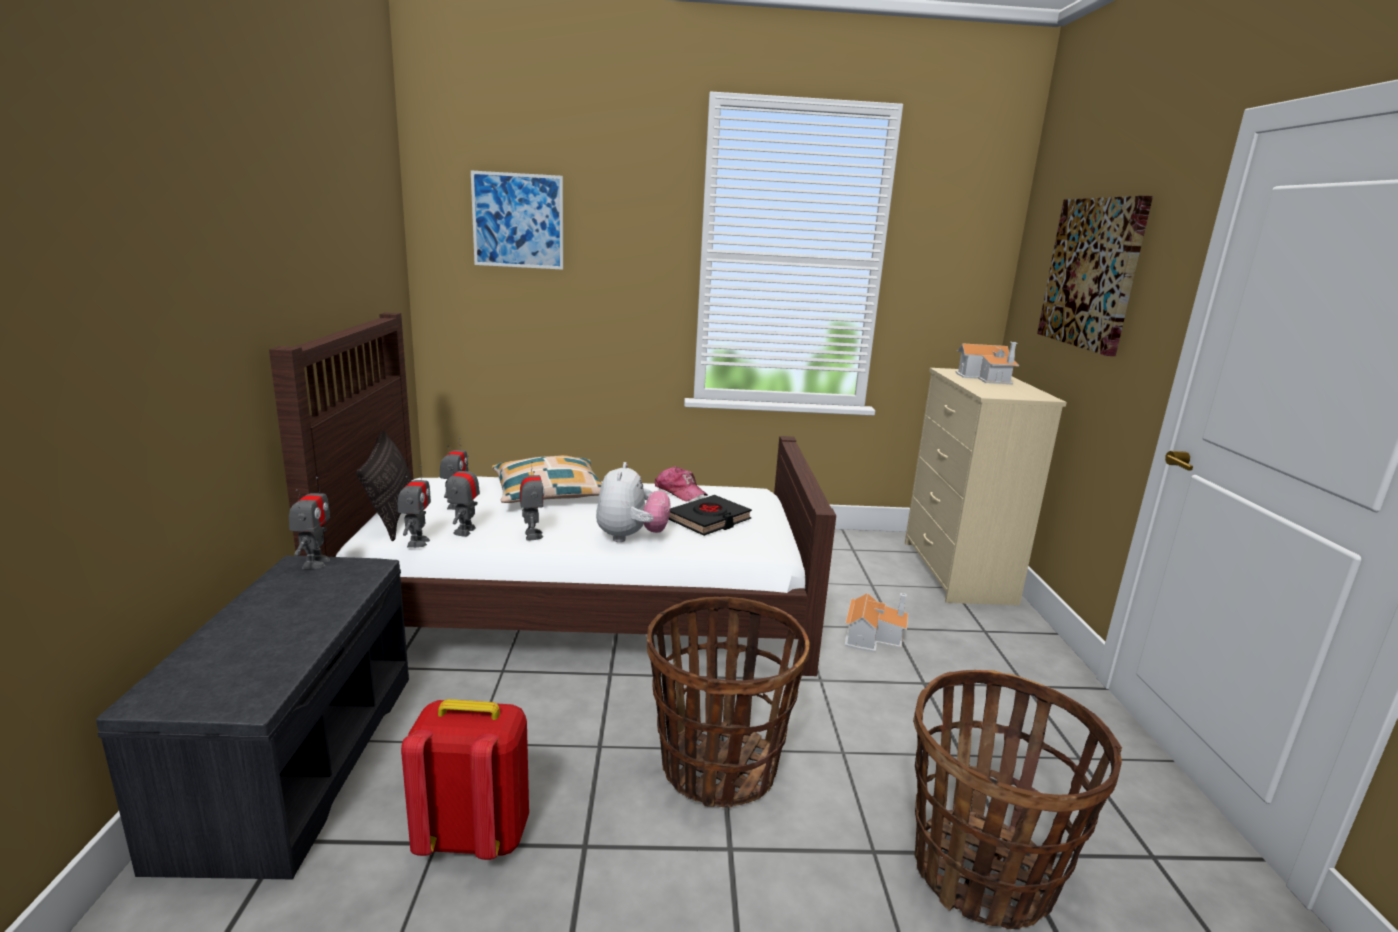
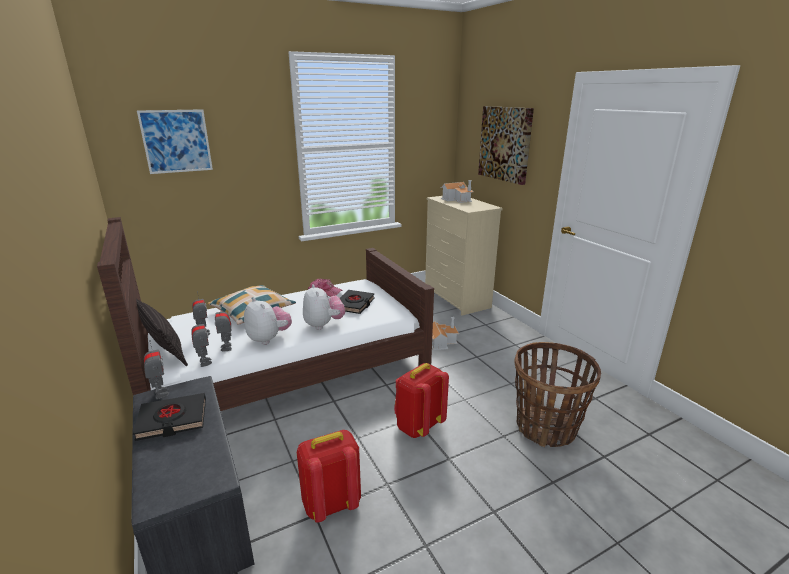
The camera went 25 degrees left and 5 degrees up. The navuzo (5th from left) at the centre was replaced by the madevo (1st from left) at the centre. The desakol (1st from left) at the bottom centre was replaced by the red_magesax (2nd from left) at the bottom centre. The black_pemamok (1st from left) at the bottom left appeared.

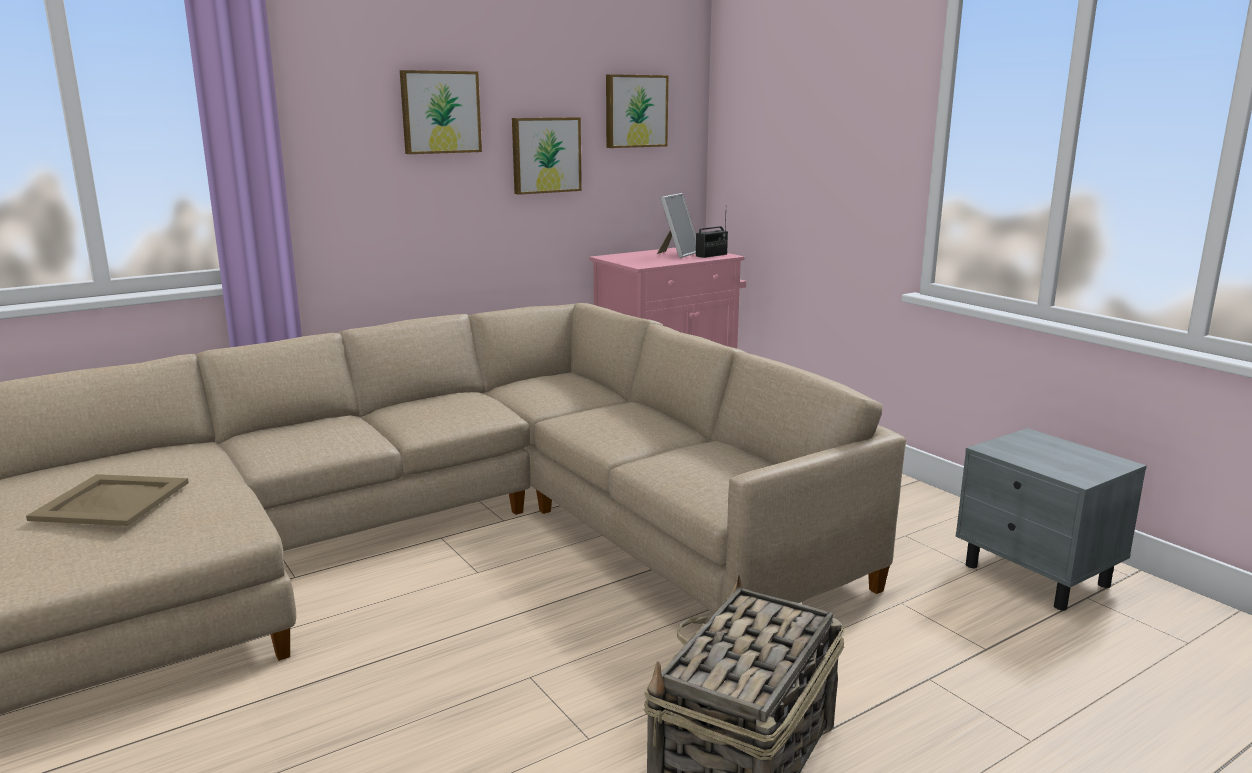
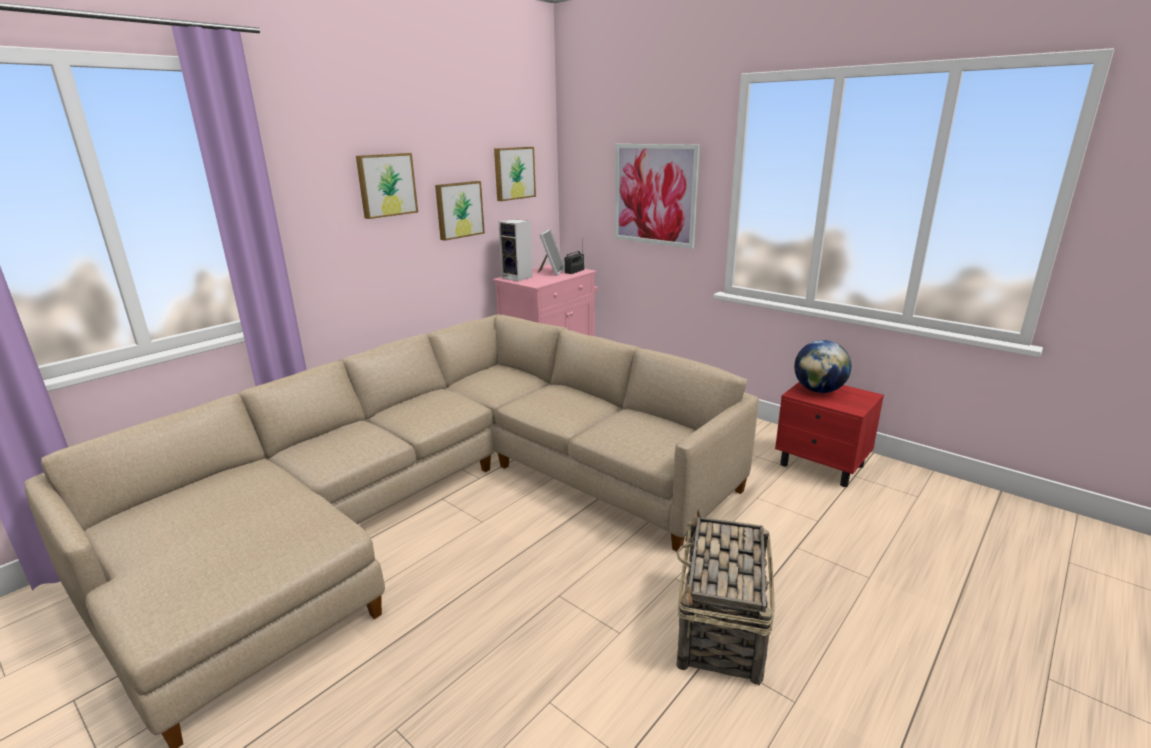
The camera went 15 degrees left and 5 degrees up. The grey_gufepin at the bottom right became the red_gufepin at the middle right. The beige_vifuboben at the middle left disappeared. The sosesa (4th from left) at the top centre appeared. The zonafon at the centre appeared. The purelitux at the middle right appeared.

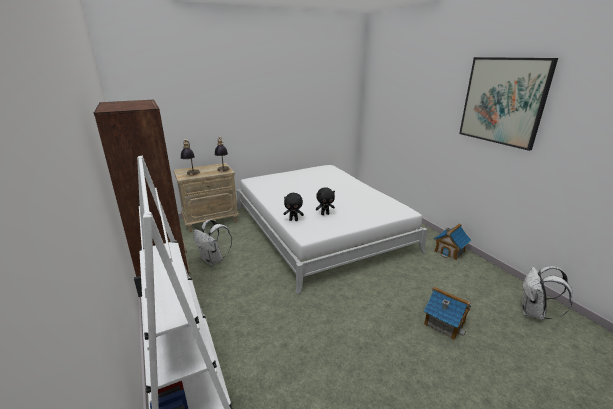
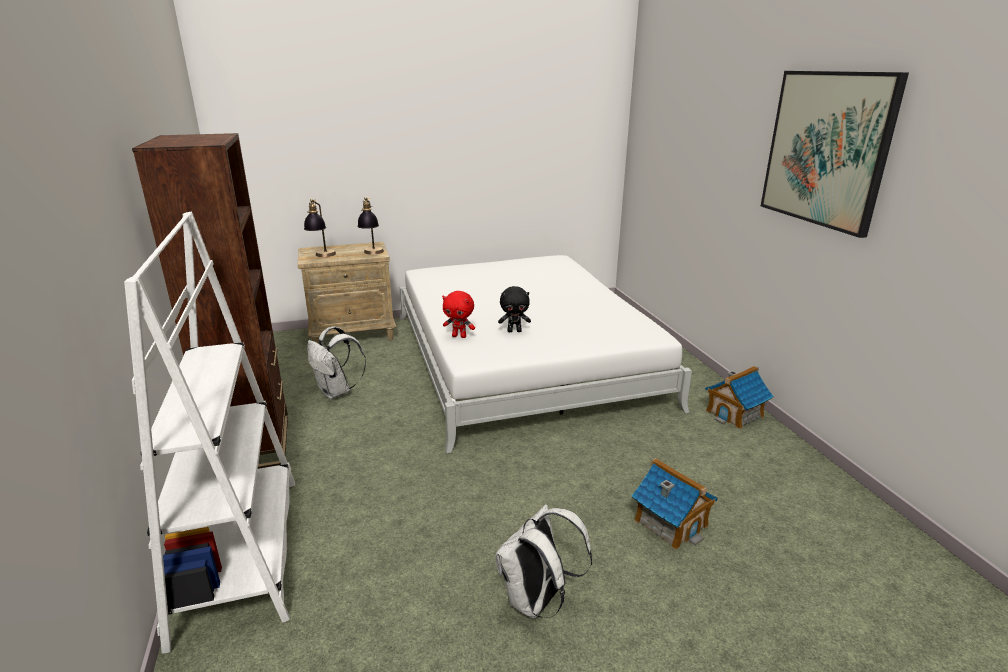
The camera went 10 degrees right and 0 degrees up. The black_madevo (1st from left) at the centre became the red_madevo at the centre. The white_magesax (2nd from left) moved from the bottom right to the bottom centre.

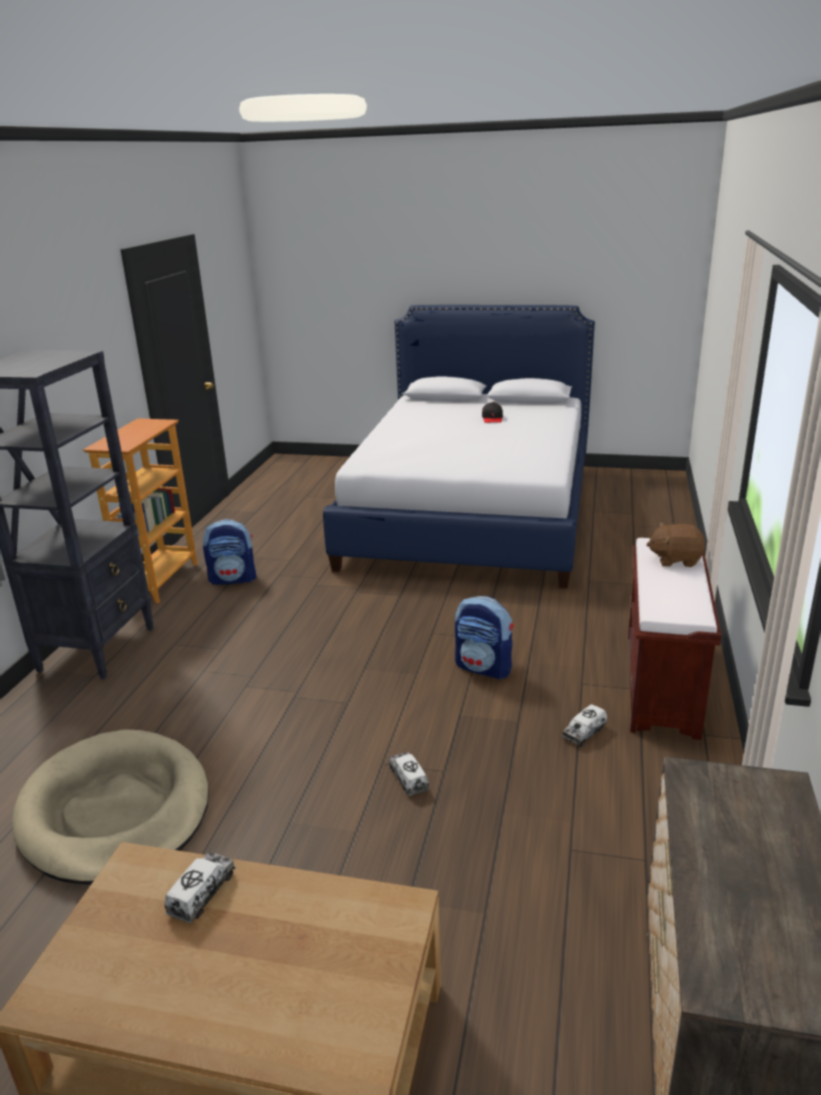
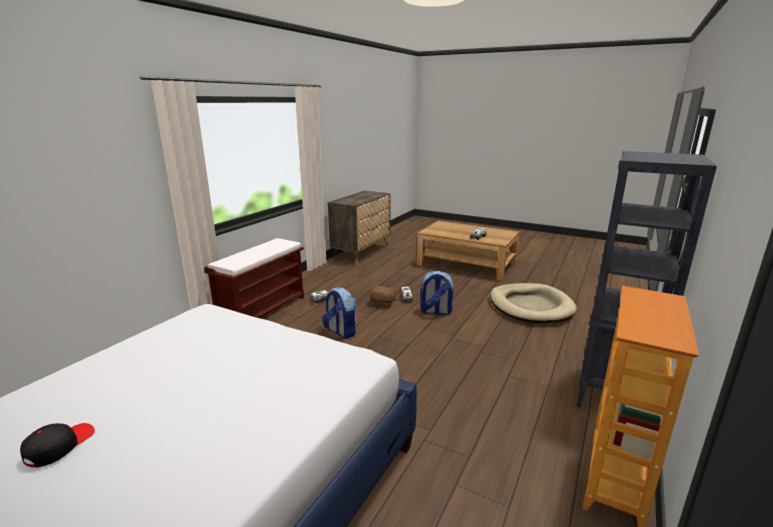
The camera went 165 degrees left and 5 degrees down. The magesax (1st from left in the first image) moved from the middle left to the centre. The brown_madevo moved from the middle right to the centre.

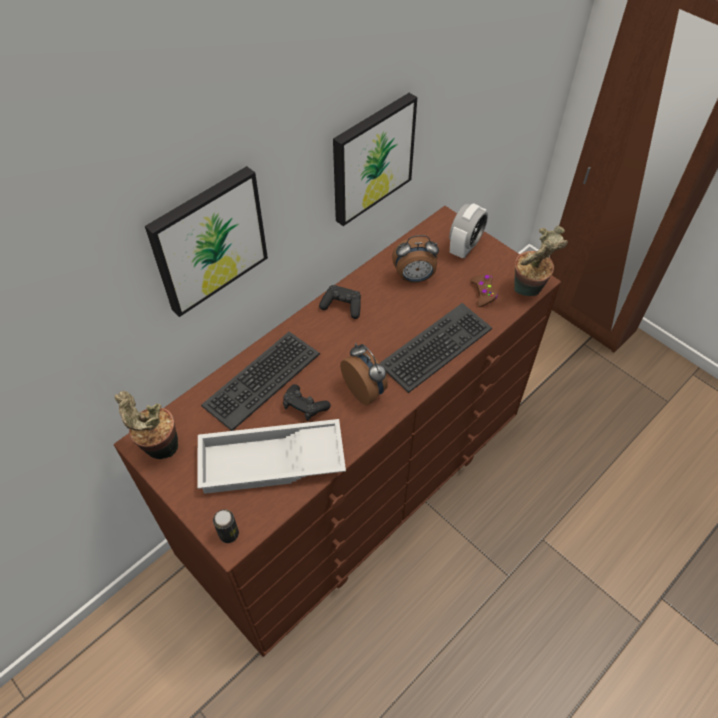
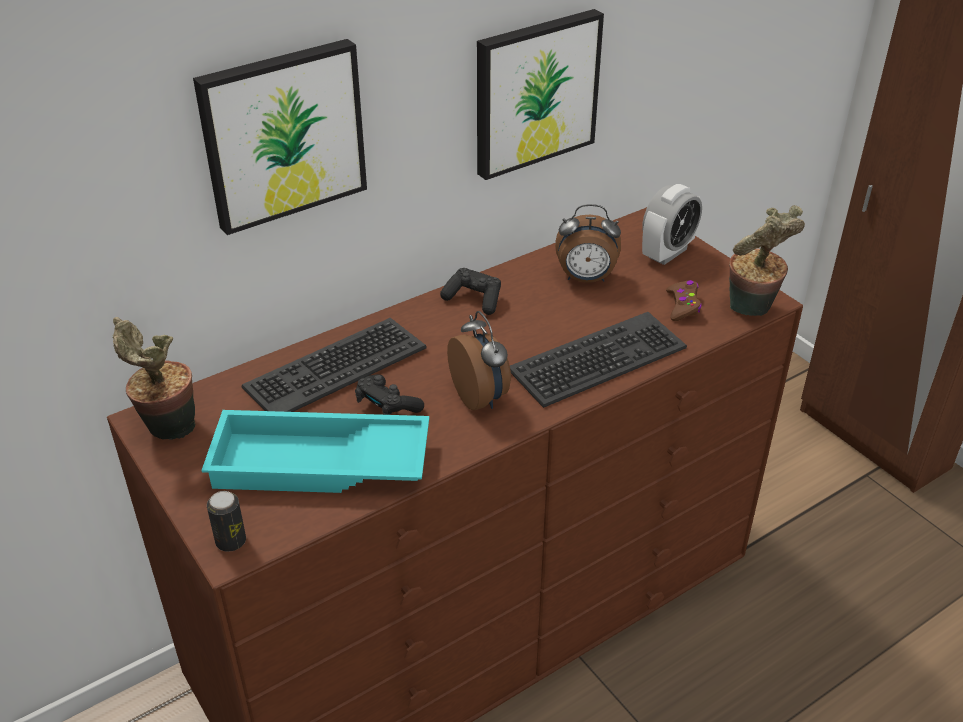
The camera went 10 degrees right and 15 degrees down. The white_vifuboben at the centre became the turquoise_vifuboben at the middle left.

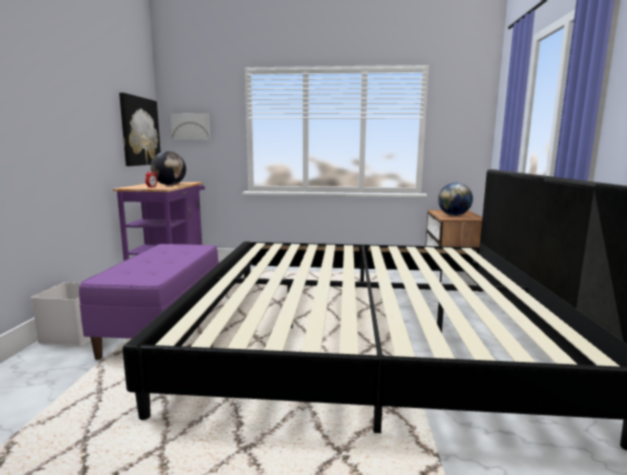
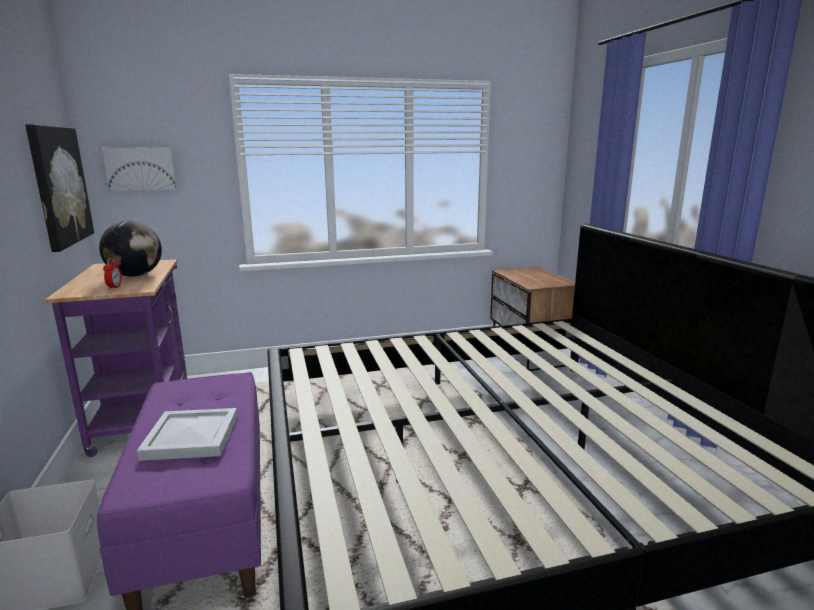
The camera went 20 degrees left and 5 degrees up. The purelitux (2nd from left) at the middle right disappeared. The white_vifuboben at the bottom left appeared.

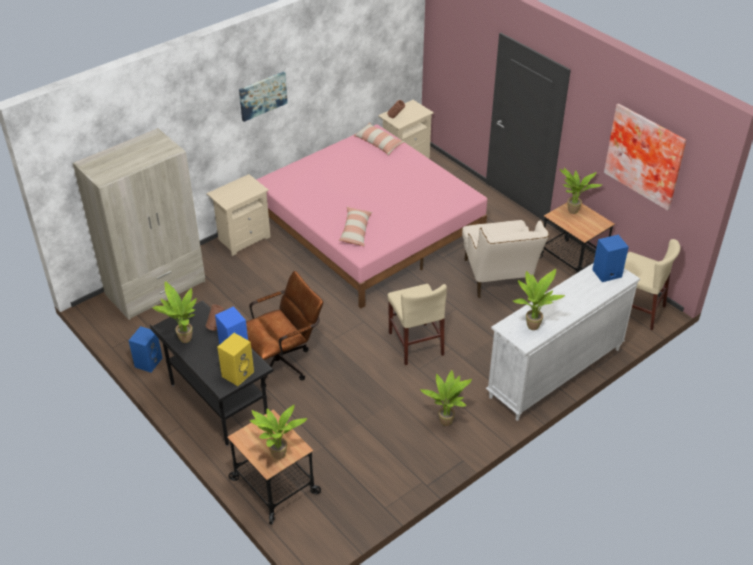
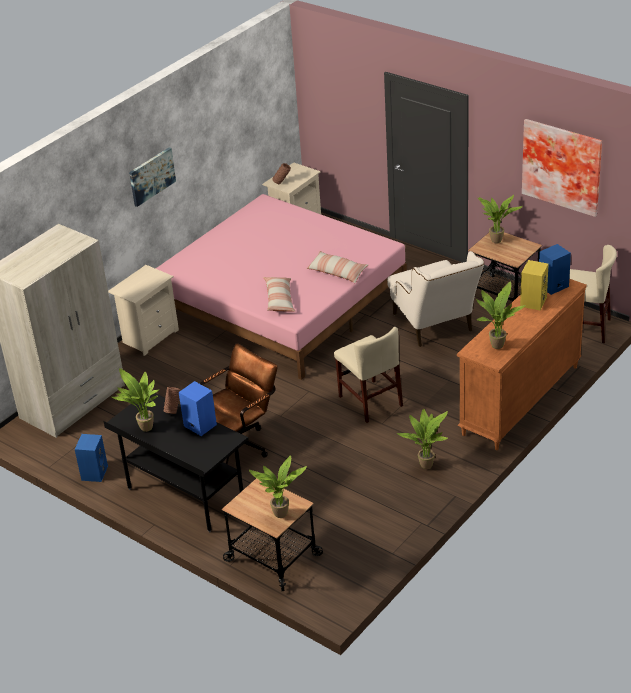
The camera went 10 degrees left and 5 degrees down. The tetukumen (2nd from left) moved from the top centre to the centre. The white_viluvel at the middle right became the orange_viluvel at the middle right. The yellow_zonafon moved from the middle left to the middle right.

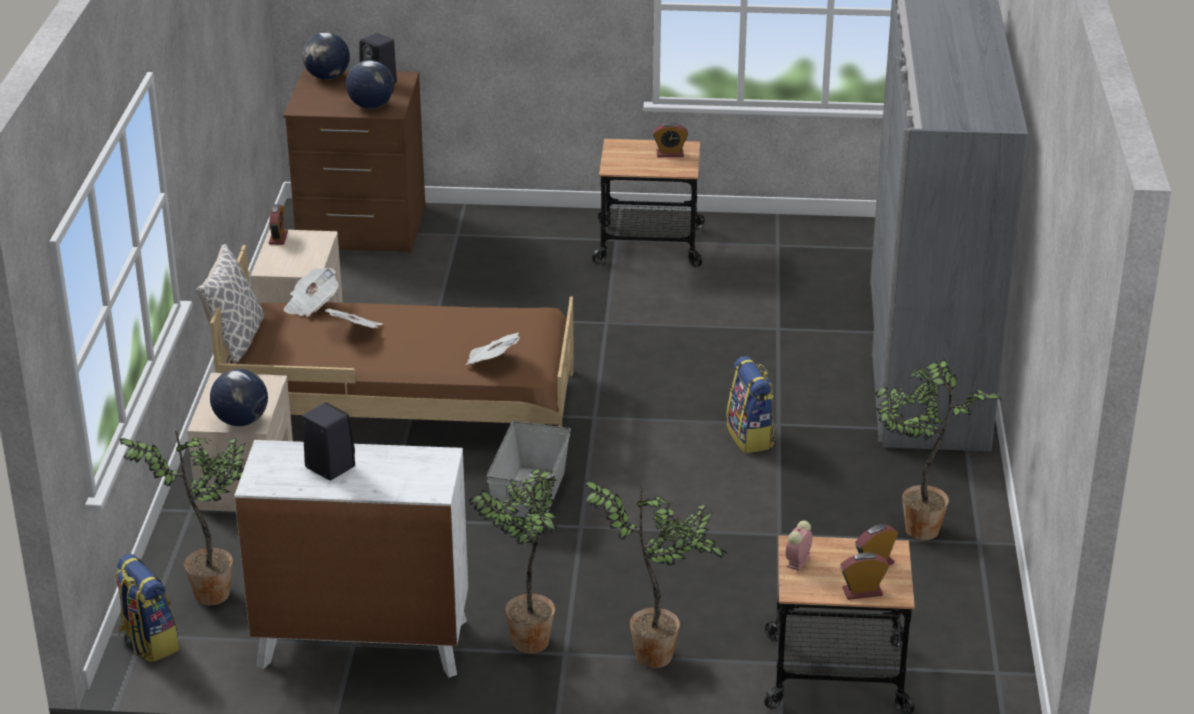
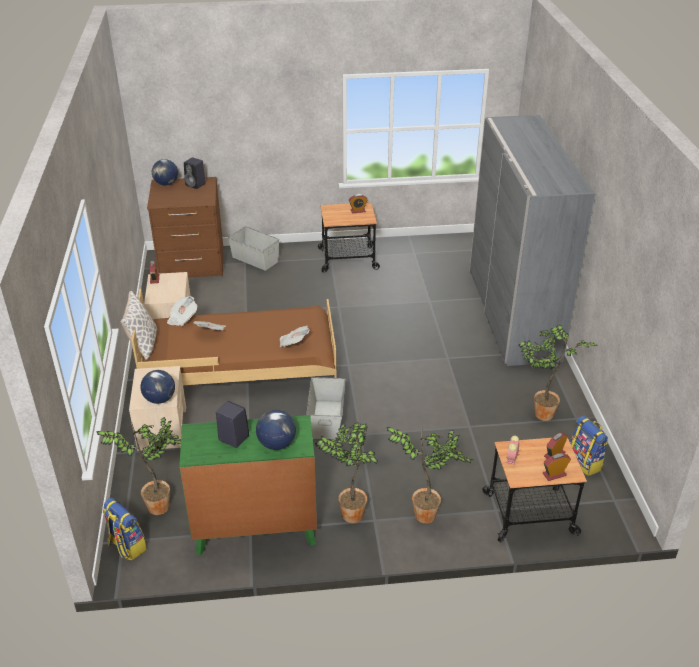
The camera went 10 degrees left and 5 degrees up. The purelitux (3rd from left) moved from the top left to the centre. The magesax (2nd from left) moved from the centre to the bottom right. The white_viluvel at the bottom left became the green_viluvel at the bottom centre. The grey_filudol (1st from left) at the centre appeared.

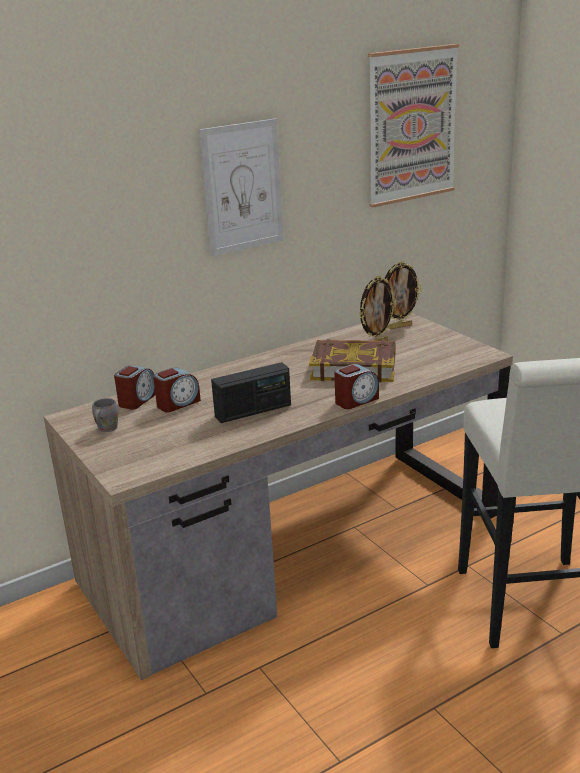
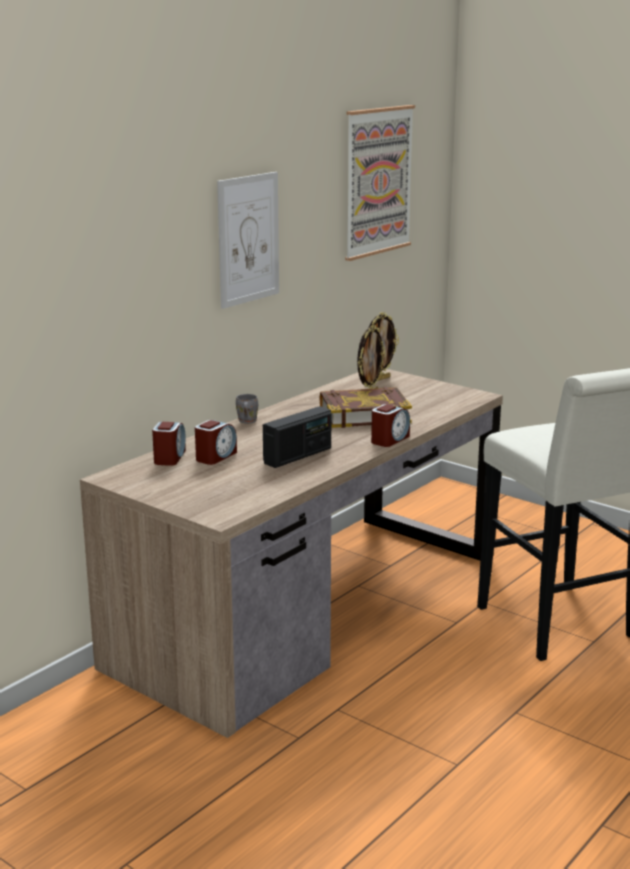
The camera went 20 degrees left and 5 degrees down. The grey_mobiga moved from the middle left to the centre.

